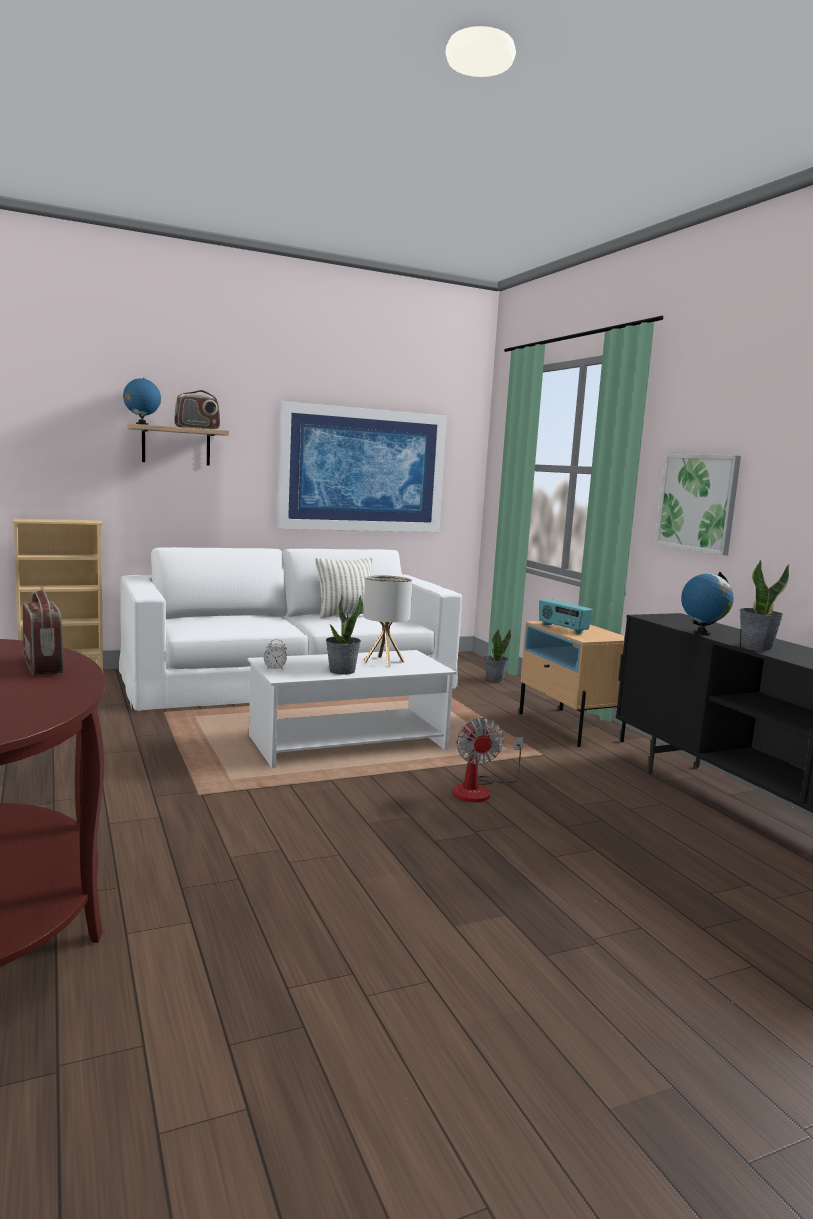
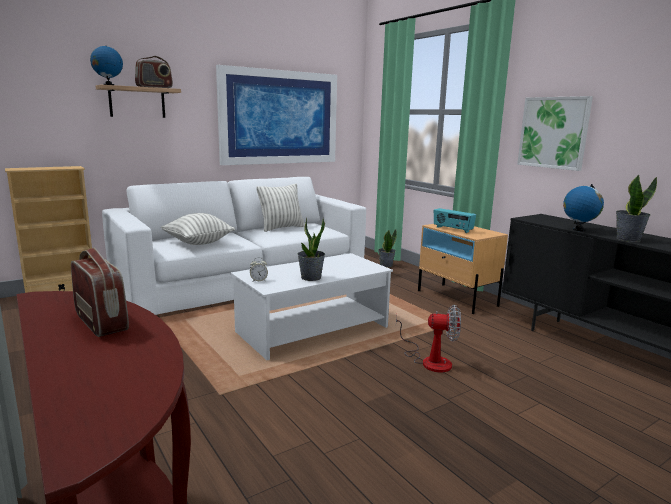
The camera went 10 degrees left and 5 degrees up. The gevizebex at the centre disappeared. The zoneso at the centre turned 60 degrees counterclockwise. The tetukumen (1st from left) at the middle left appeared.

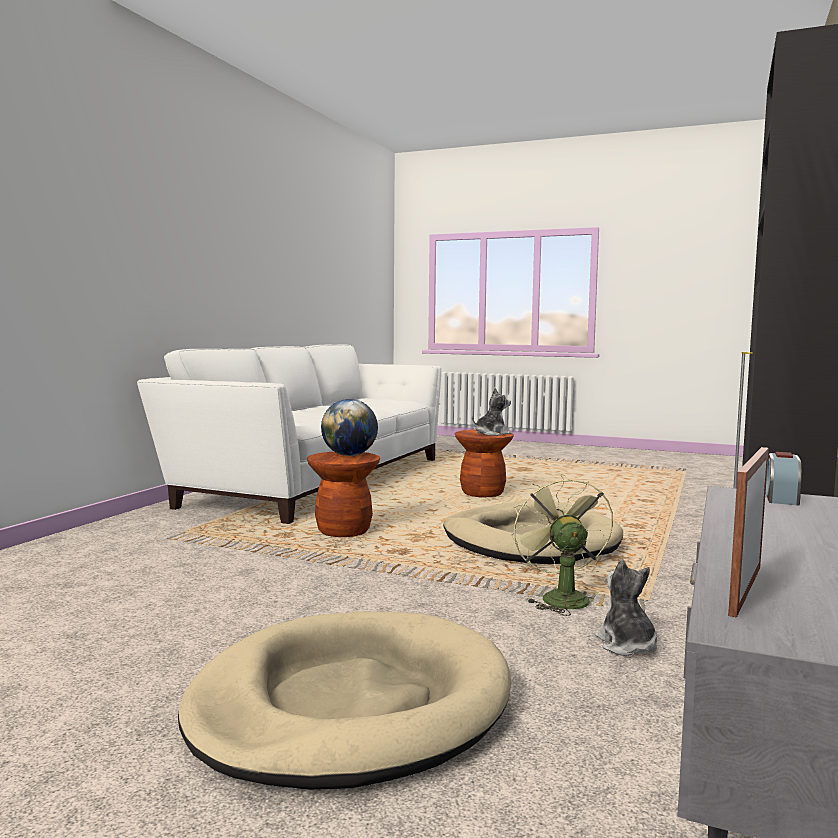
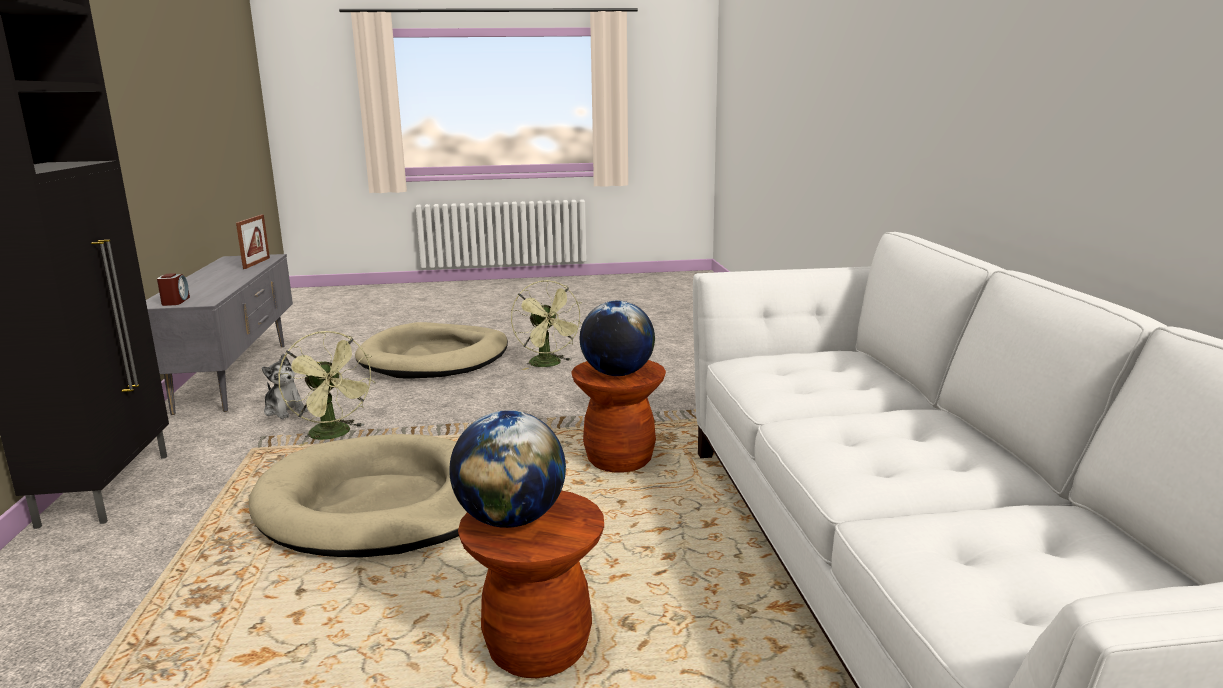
The camera went 150 degrees right and 10 degrees up. The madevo (1st from left) at the centre was replaced by the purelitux (1st from left) at the bottom centre. The green_zoneso (2nd from left) at the centre appeared.

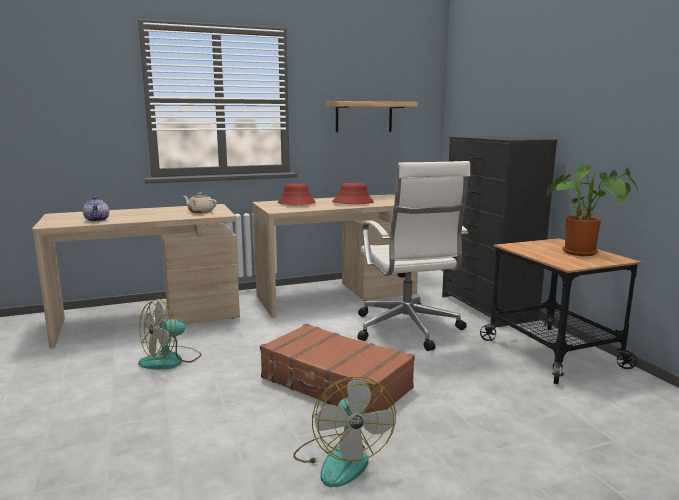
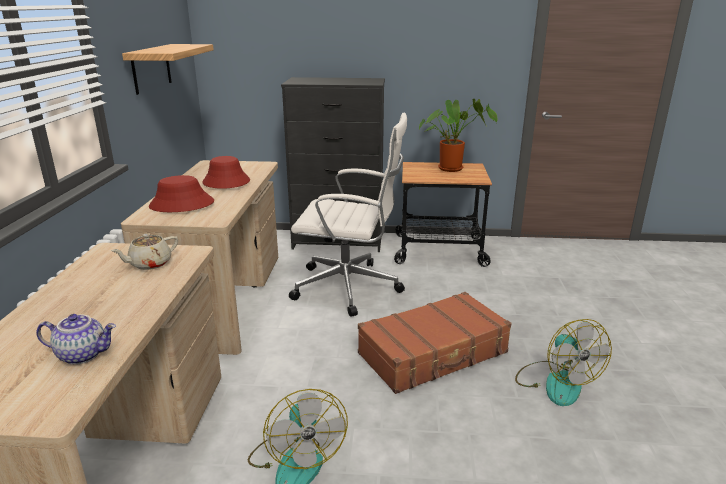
The camera went 65 degrees left and 10 degrees up. The zoneso (2nd from left) at the bottom centre turned 60 degrees clockwise.

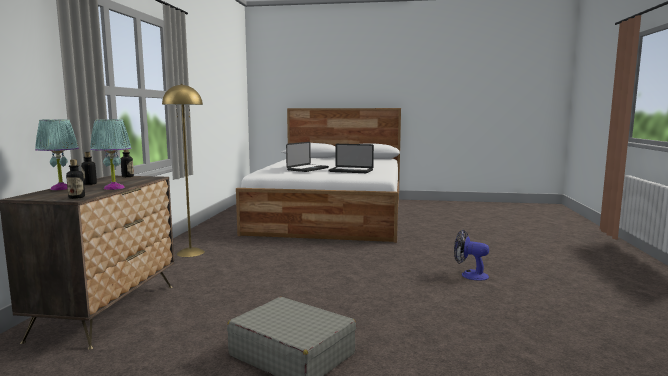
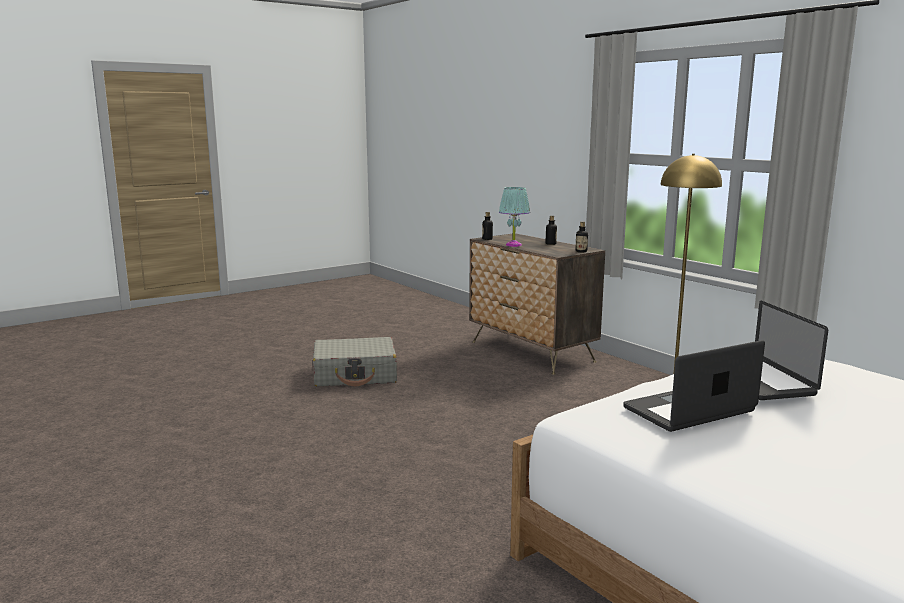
The camera went 135 degrees right and 5 degrees up. The turquoise_gevizebex (1st from left) at the middle left disappeared. The zoneso at the bottom right disappeared.

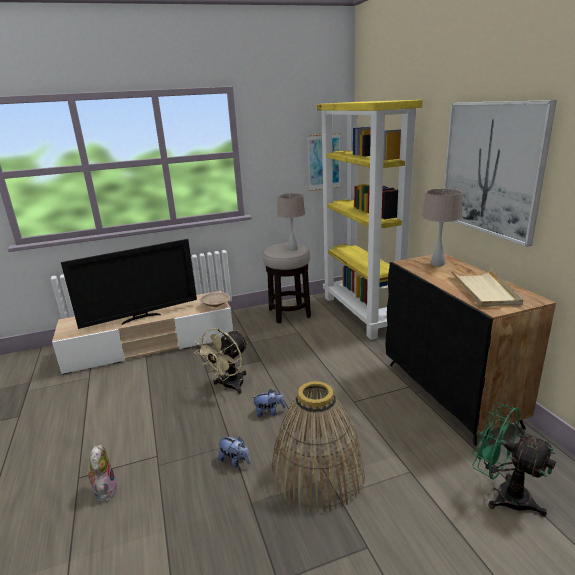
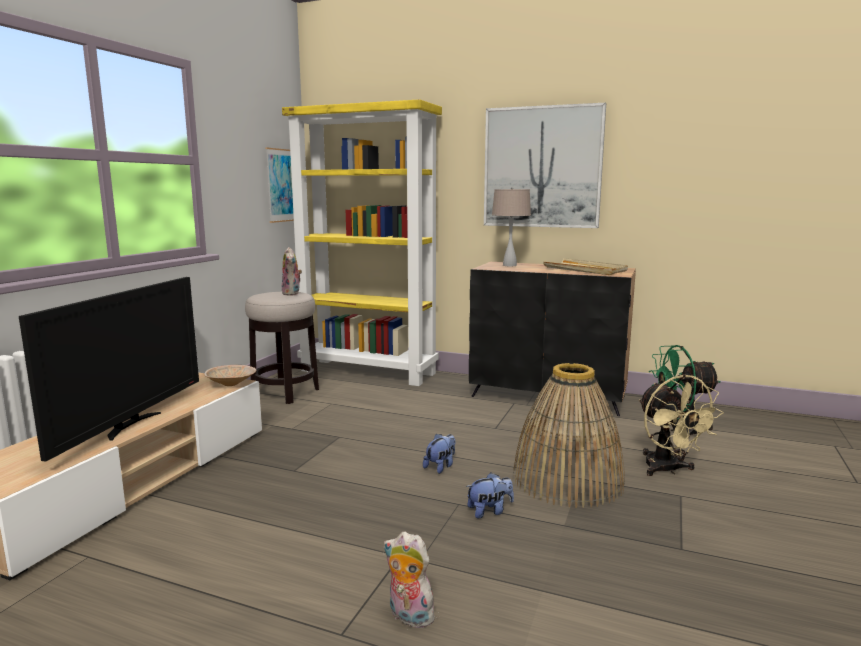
The camera went 50 degrees left and 10 degrees down. The beige_gevizebex (1st from left) at the centre was replaced by the madevo (1st from left) at the centre. The beige_zoneso moved from the centre to the middle right.

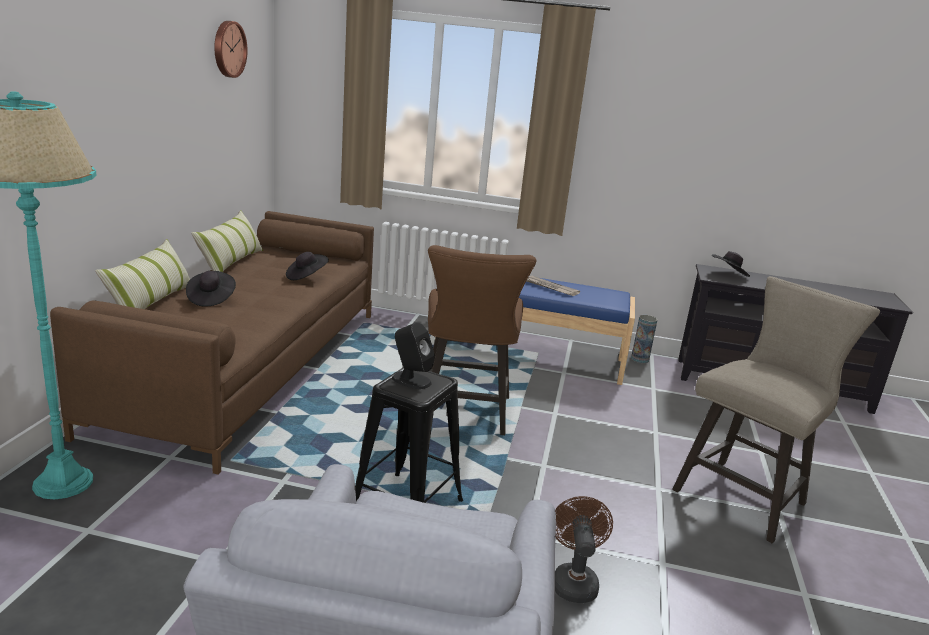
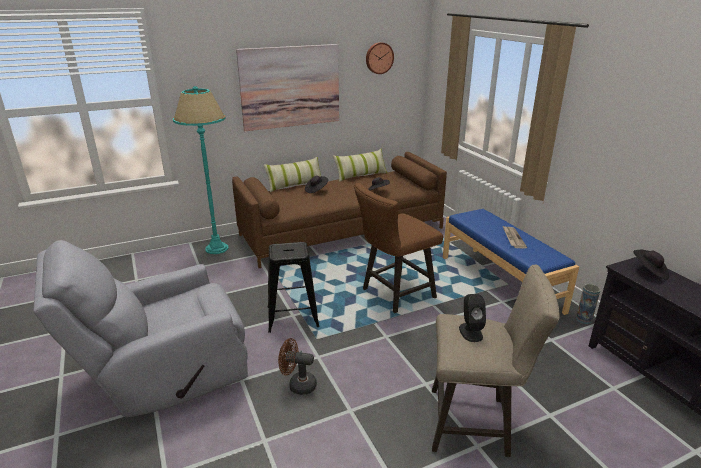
The camera went 55 degrees right and 5 degrees up. The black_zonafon moved from the centre to the bottom right. The brown_zoneso at the bottom centre turned 135 degrees counterclockwise. The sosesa at the top centre appeared.

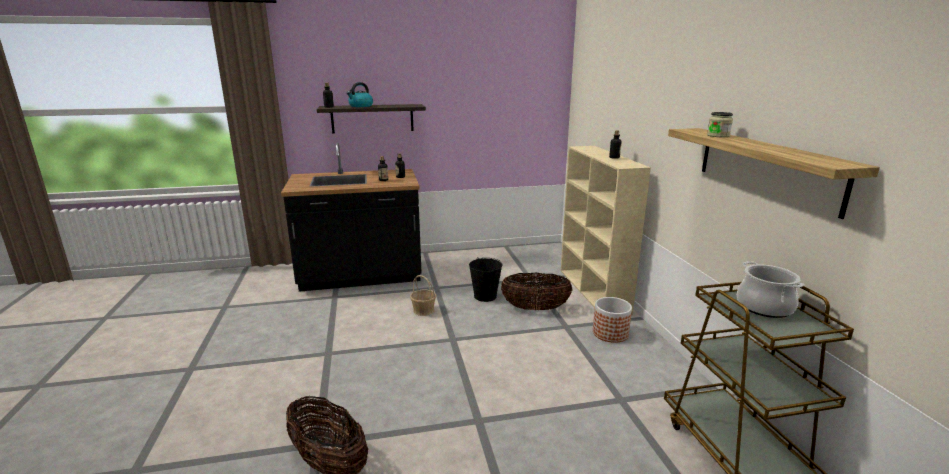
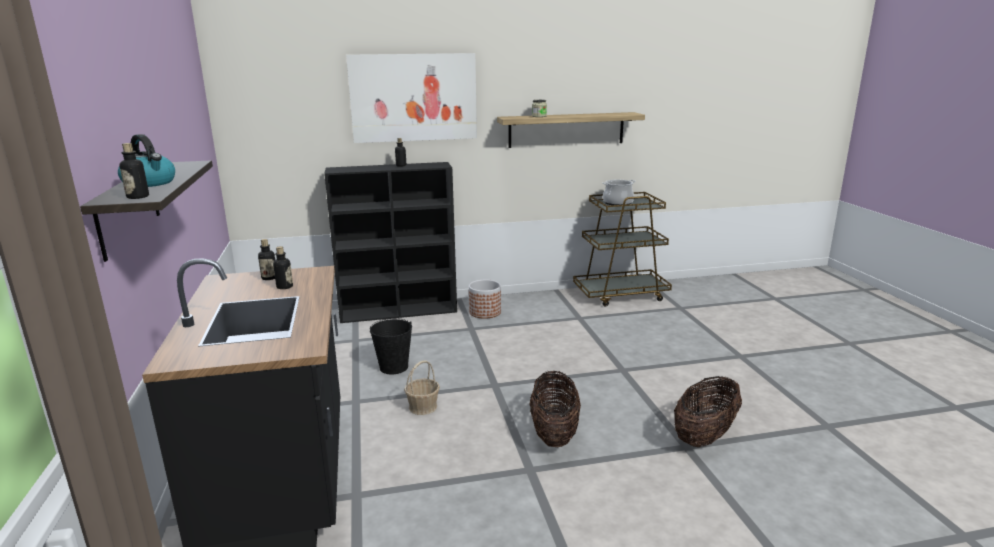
The camera went 90 degrees left and 0 degrees up. The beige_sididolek at the centre became the black_sididolek at the centre. The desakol (3rd from left in the first image) moved from the centre to the bottom centre. The sosesa at the top centre appeared.

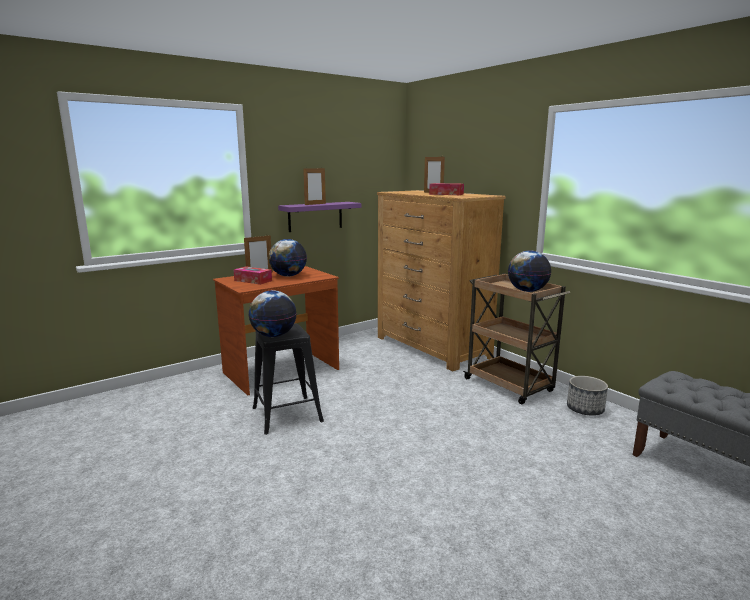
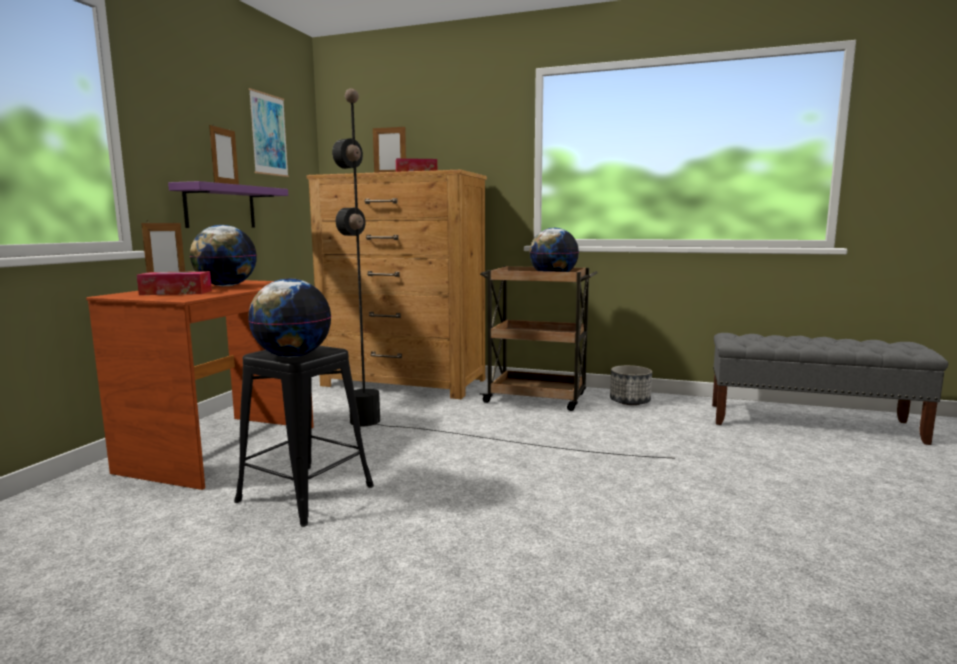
The camera went 35 degrees left and 5 degrees down. The sosesa at the top left appeared. The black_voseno at the centre appeared.

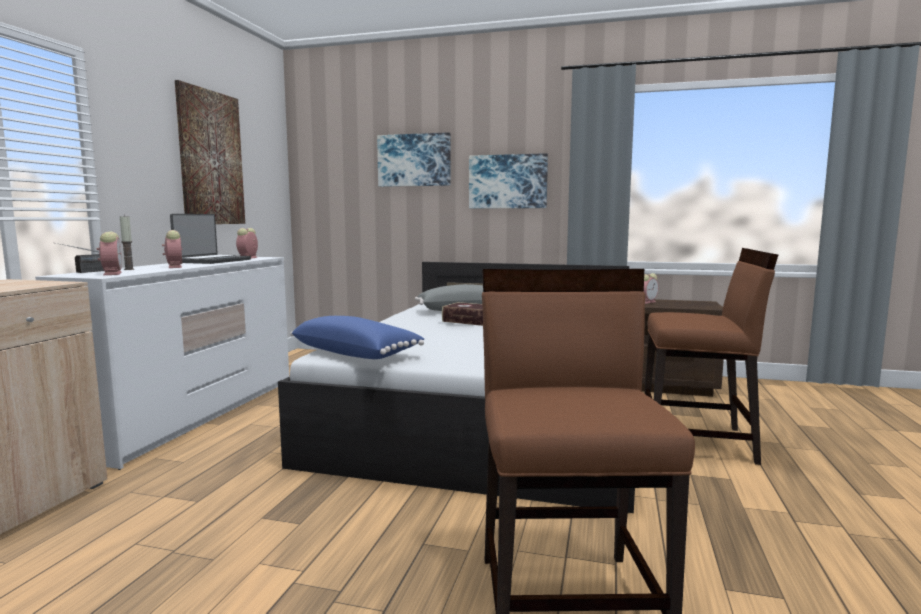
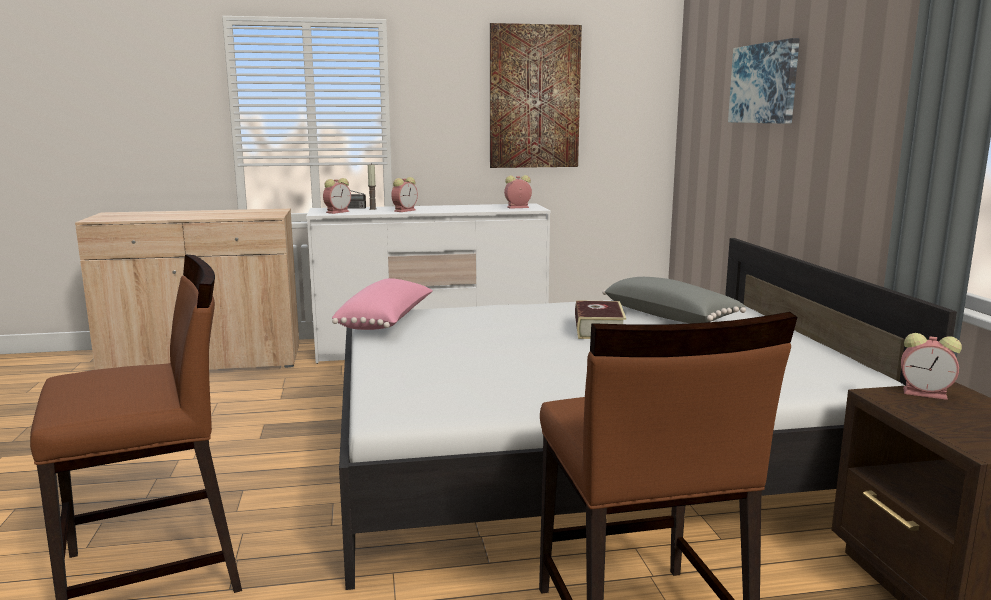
The camera went 65 degrees right and 5 degrees up. The sosesa (3rd from left) at the top centre disappeared. The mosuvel at the middle left disappeared. The blue_tetukumen at the centre became the pink_tetukumen at the centre.

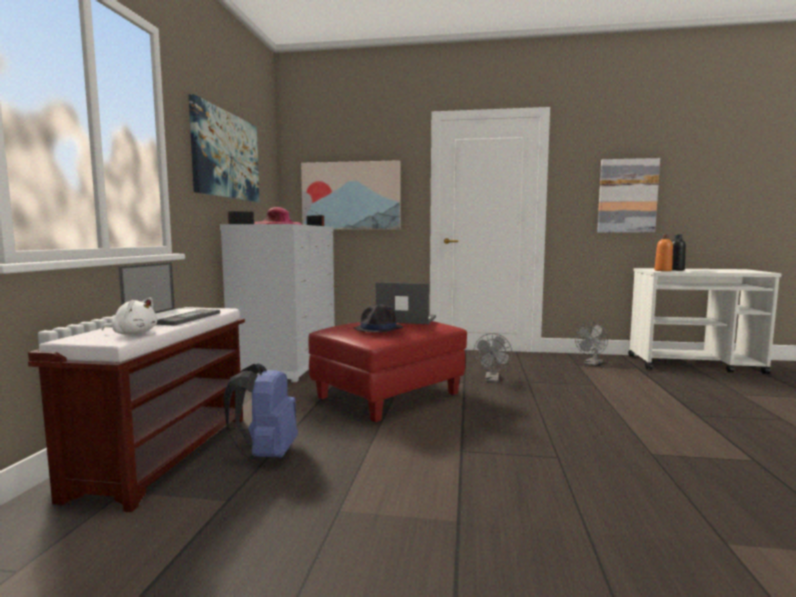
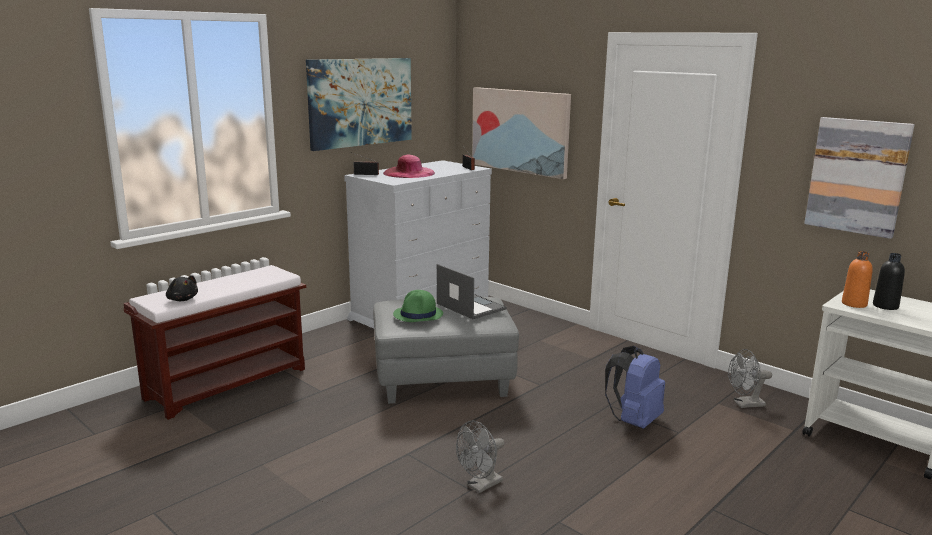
The camera went 35 degrees right and 10 degrees up. The mosuvel (1st from left) at the middle left disappeared. The white_madevo at the middle left became the black_madevo at the middle left. The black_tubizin at the centre became the green_tubizin at the centre. The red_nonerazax at the centre became the grey_nonerazax at the centre. The grey_zoneso (1st from left) moved from the centre to the bottom centre. The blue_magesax moved from the bottom left to the bottom right.

